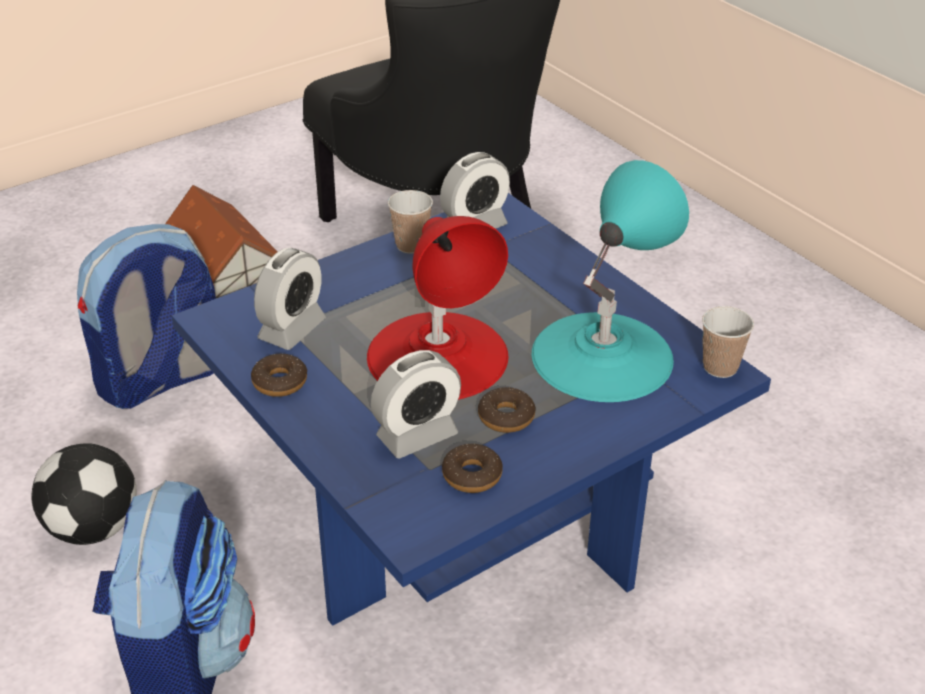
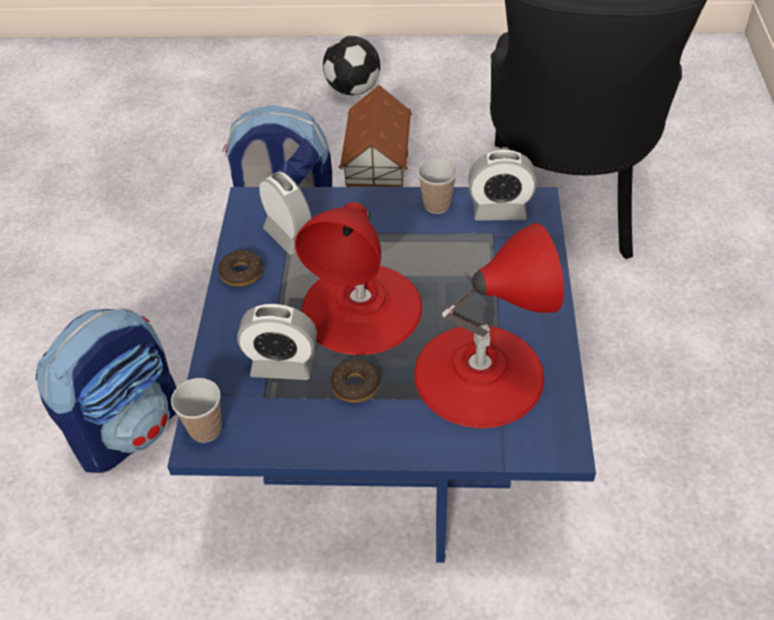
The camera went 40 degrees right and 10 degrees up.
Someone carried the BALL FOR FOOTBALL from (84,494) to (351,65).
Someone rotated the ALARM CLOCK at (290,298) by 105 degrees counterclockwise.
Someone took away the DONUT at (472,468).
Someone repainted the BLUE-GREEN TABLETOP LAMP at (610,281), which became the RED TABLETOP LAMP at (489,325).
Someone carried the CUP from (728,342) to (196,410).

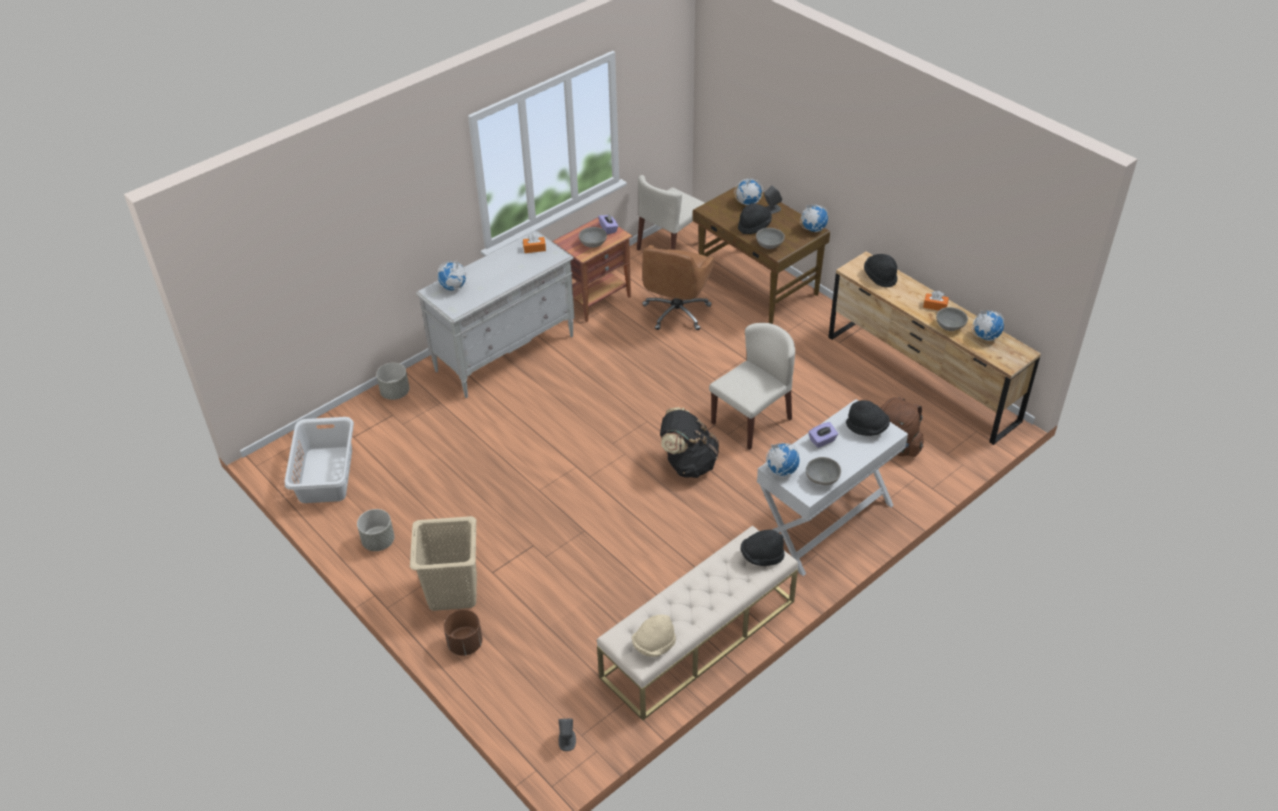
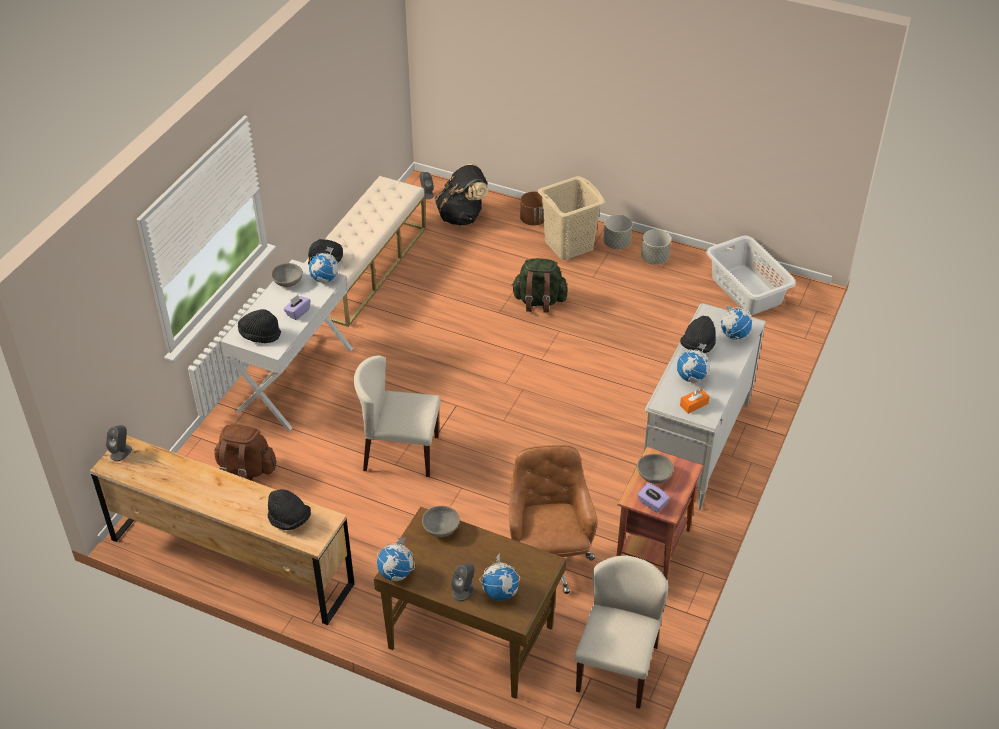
The camera went 155 degrees right and 0 degrees up.
Someone carried the GREY PLANT POT from (392,381) to (618,232).
Someone took away the SAND-COLOURED HAT at (654,636).
Someone carried the BLACK RUCKSACK from (689,442) to (461,195).
Someone rotated the SAND-COLOURED PLAIN CHAIR at (752,386) by 75 degrees clockwise.
Someone carried the BLACK HAT from (755,218) to (698,334).
Someone took away the ORANGE-COLOURED TISSUE HOLDER at (936,301).
Someone took away the GREY DEEP DISH at (952,319).
Someone carried the GLOBE from (988,325) to (693,363).
Someone put down the GREY SPEAKER at (119,443).
Someone put down the GREEN RUCKSACK at (539,285).

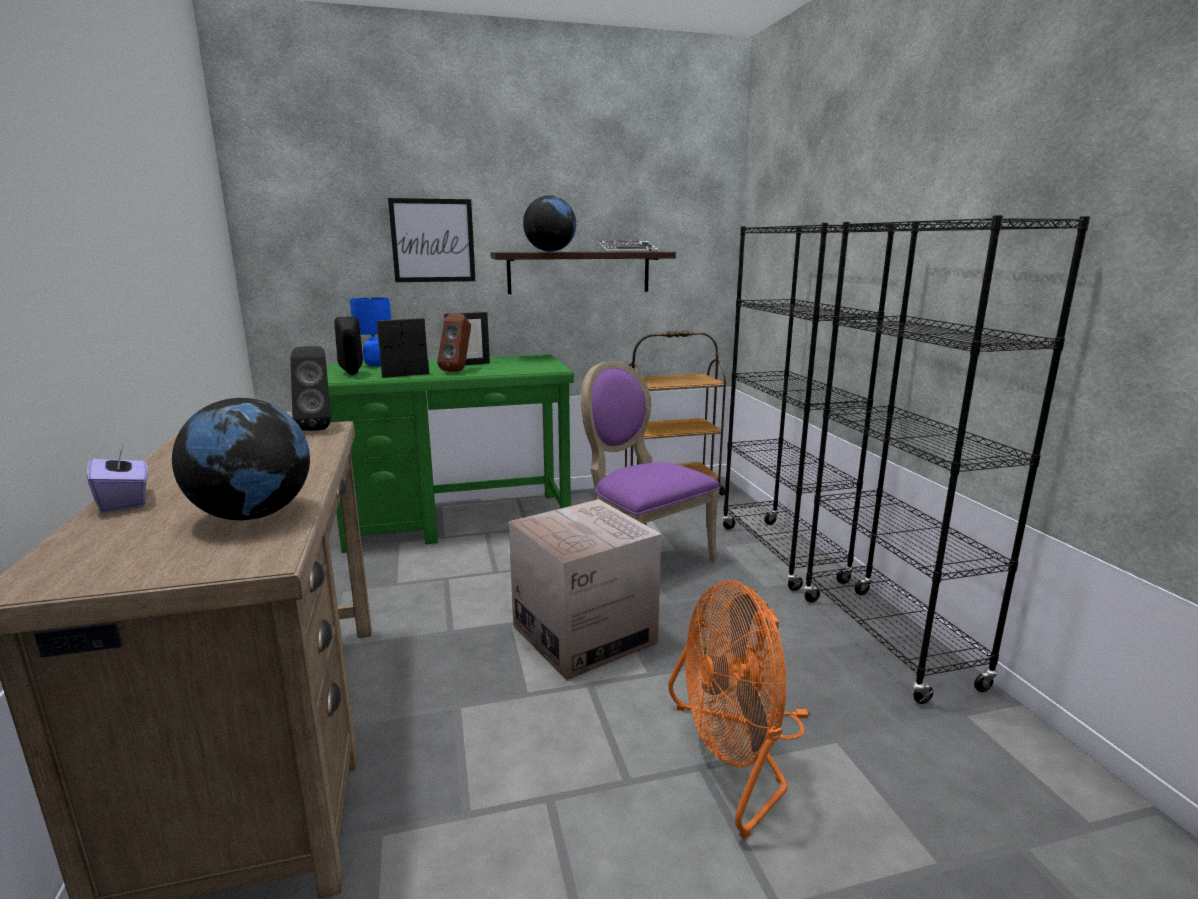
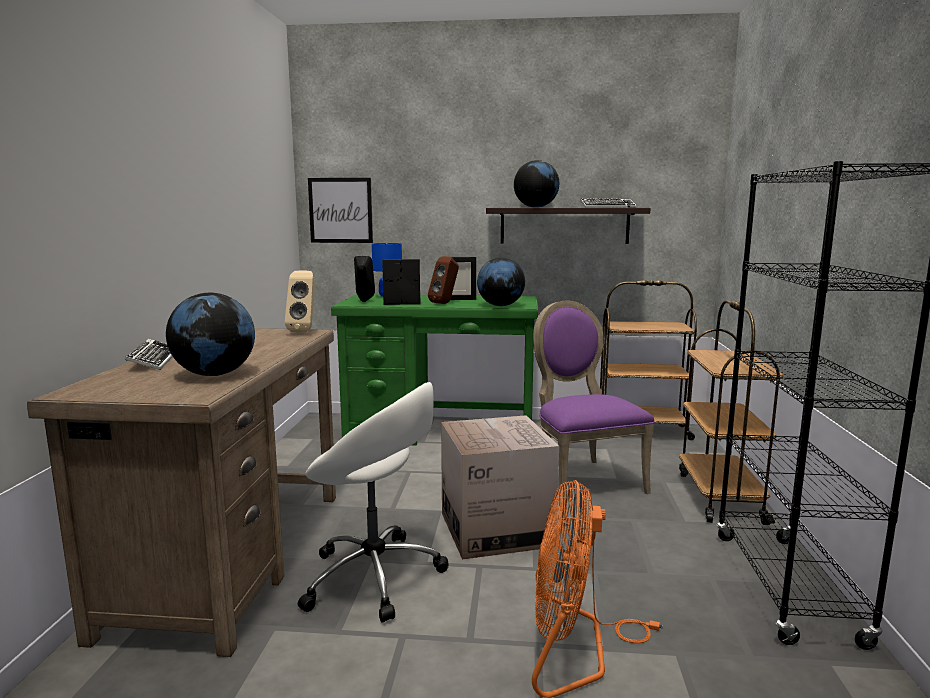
The camera went 20 degrees right and 5 degrees down.
Someone swapped the PURPLE TISSUE HOLDER at (117,478) for the KEYBOARD at (149,354).
Someone repainted the BLACK SPEAKER at (310,388), which became the SAND-COLOURED SPEAKER at (300,301).
Someone carried the WALL ART from (431,240) to (340,210).
Someone swapped the BLACK SHELVING UNIT at (808,407) for the BROWNISH CART at (731,412).
Someone put down the WHITE-COLOURED DESK CHAIR at (373,502).
Someone put down the GLOBE at (501,282).

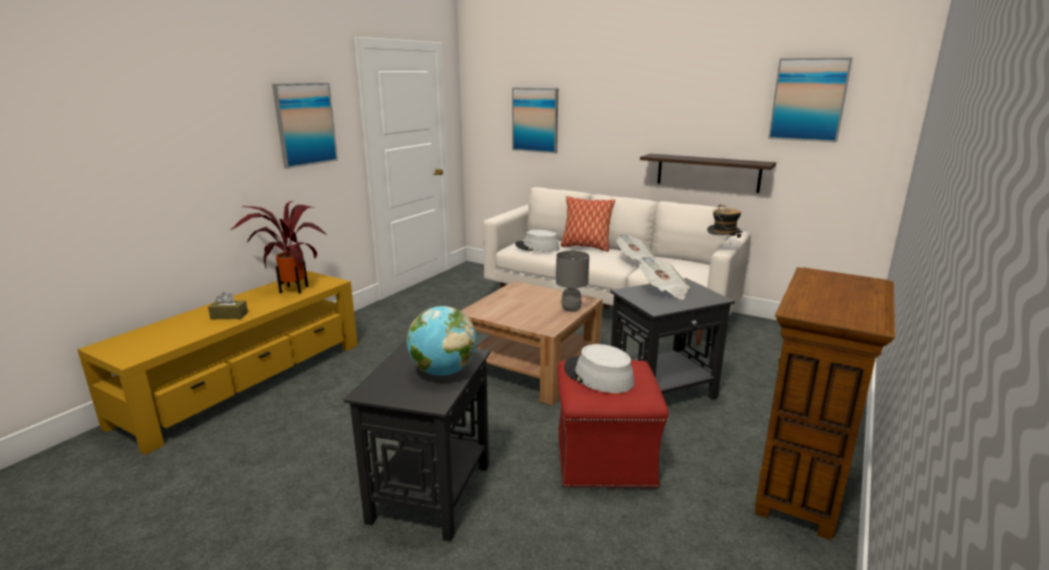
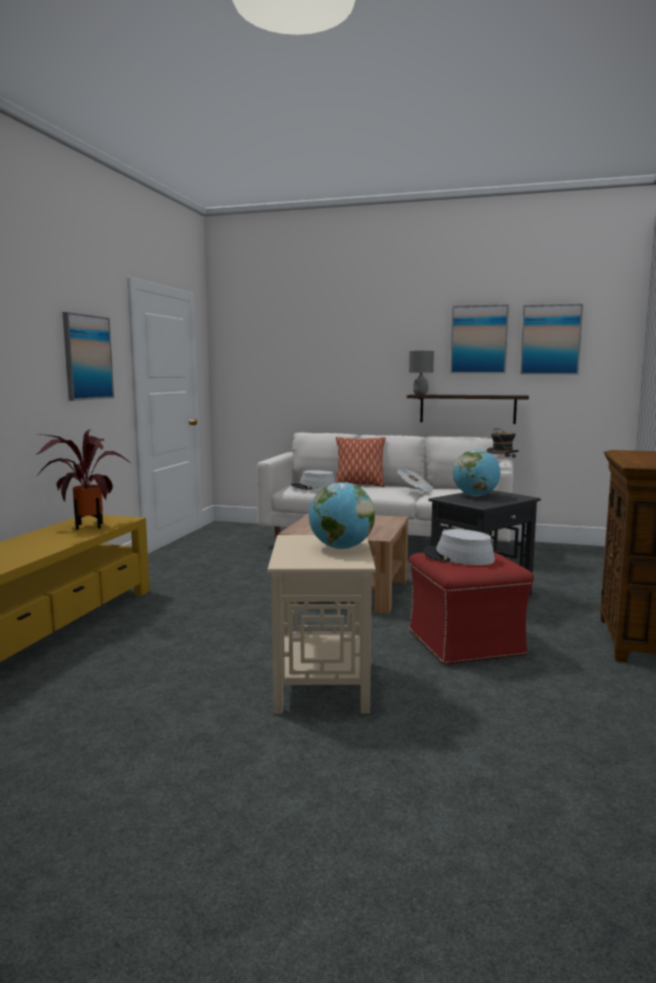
The camera went 15 degrees left and 10 degrees down.
Someone took away the BROWNISH TISSUE HOLDER at (228,305).
Someone repainted the BLACK ACCENT TABLE at (417,441), which became the SAND-COLOURED ACCENT TABLE at (321,624).
Someone carried the WALL ART from (535,121) to (479,339).
Someone carried the GREY TABLETOP LAMP from (572,281) to (421,372).
Someone swapped the PRINTED PAPER at (664,278) for the GLOBE at (476,473).

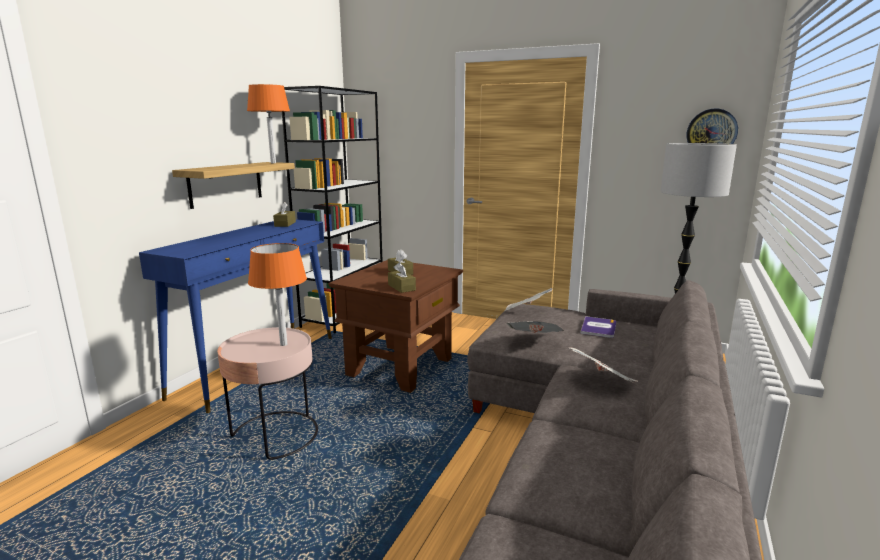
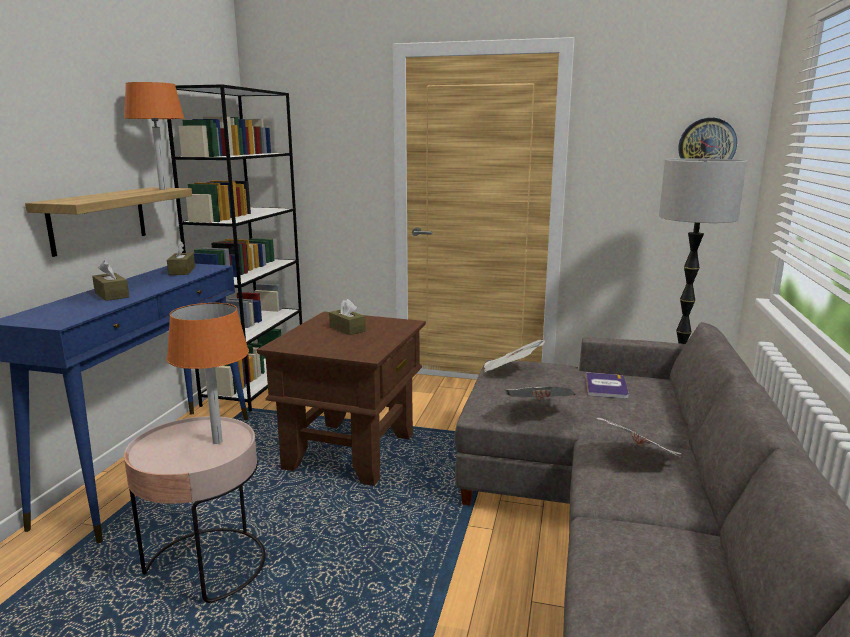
The camera went 10 degrees left and 0 degrees up.
Someone carried the BROWNISH TISSUE HOLDER from (402,277) to (110,281).

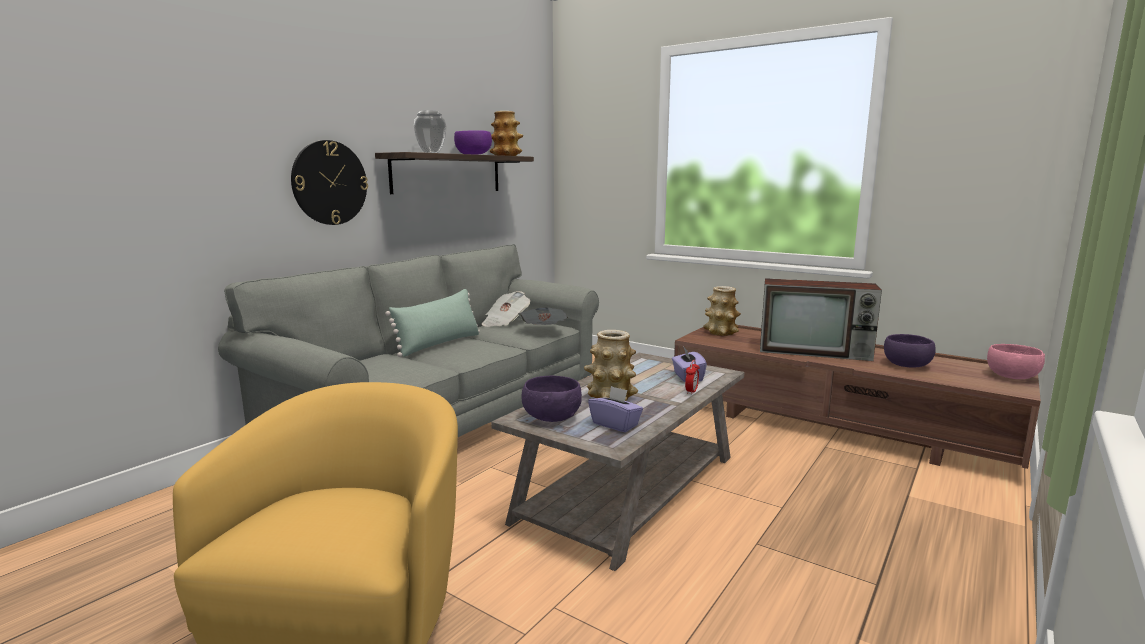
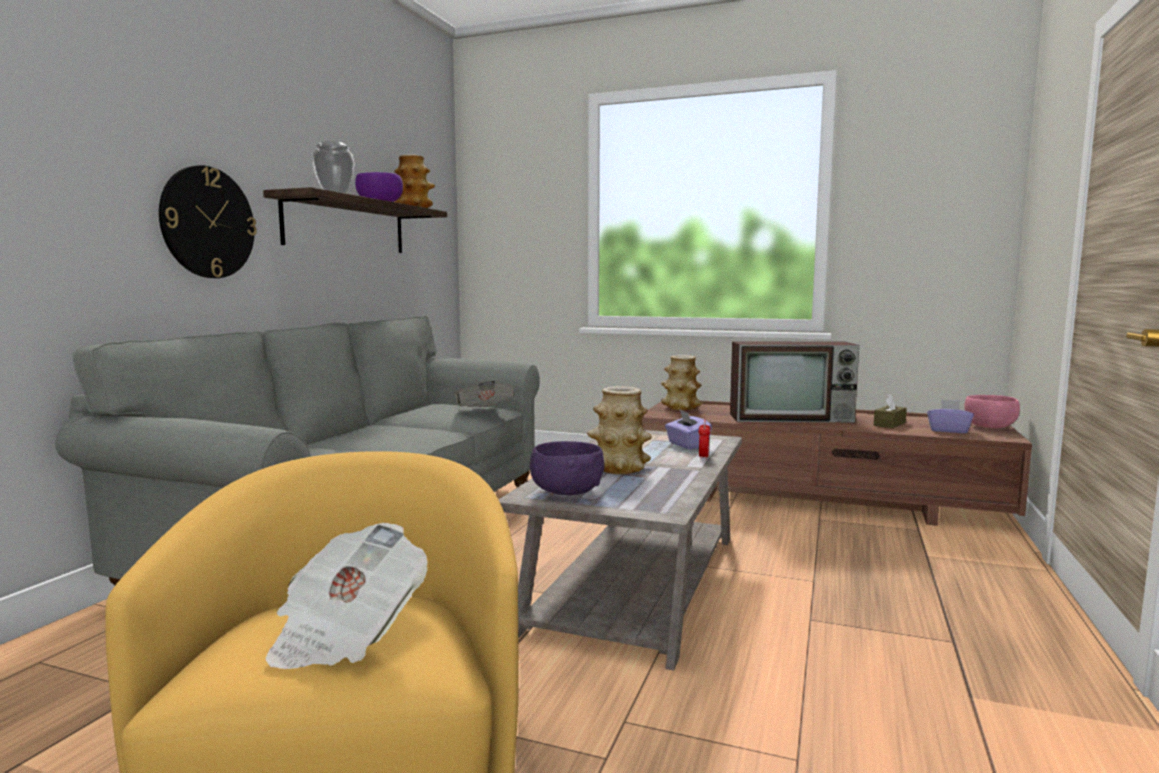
The camera went 15 degrees left and 5 degrees down.
Someone took away the GREEN THROW PILLOW at (432,323).
Someone carried the PRINTED PAPER from (506,309) to (346,596).
Someone carried the PURPLE TISSUE HOLDER from (615,409) to (950,416).
Someone swapped the PURPLE DEEP DISH at (910,351) for the BROWNISH TISSUE HOLDER at (890,411).

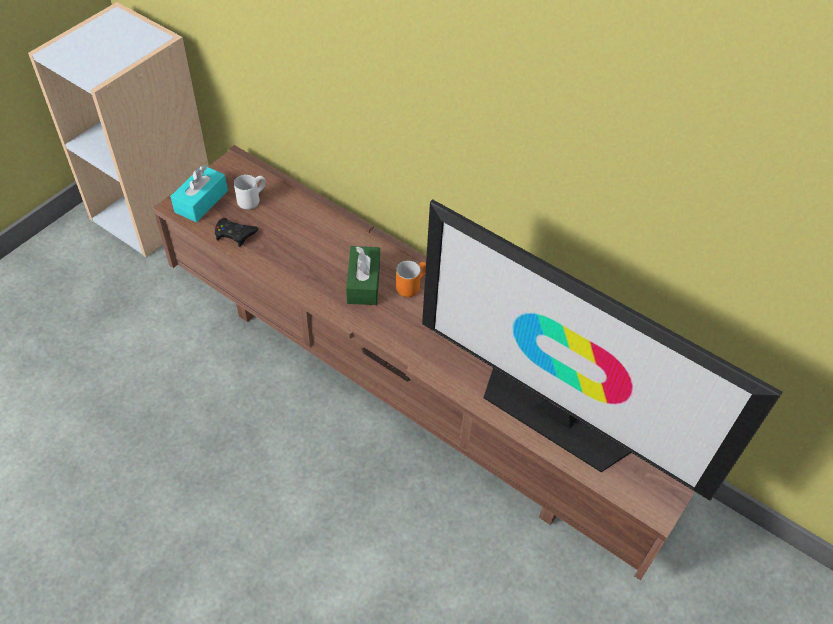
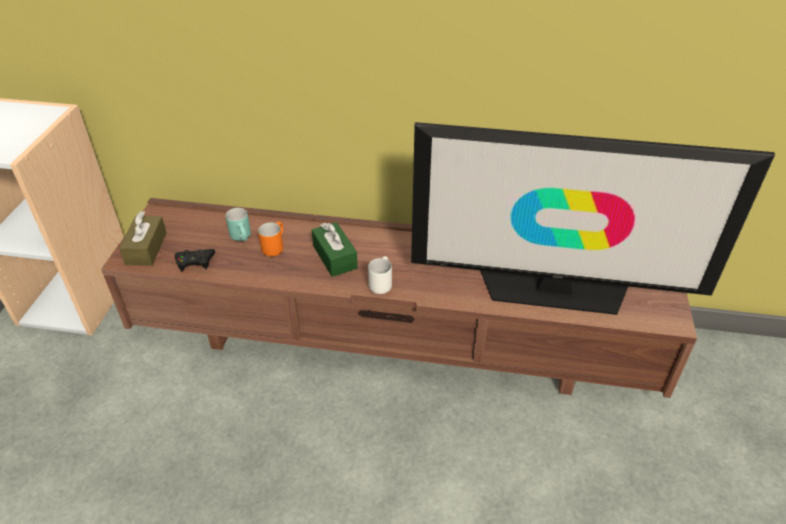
The camera went 25 degrees left and 10 degrees down.
Someone repainted the BLUE-GREEN TISSUE HOLDER at (199,193), which became the BROWNISH TISSUE HOLDER at (143,238).
Someone carried the WHITE-COLOURED COFFEE MUG from (249,192) to (380,275).
Someone carried the ORANGE-COLOURED COFFEE MUG from (411,279) to (270,239).
Someone put down the BLUE-GREEN COFFEE MUG at (238,224).

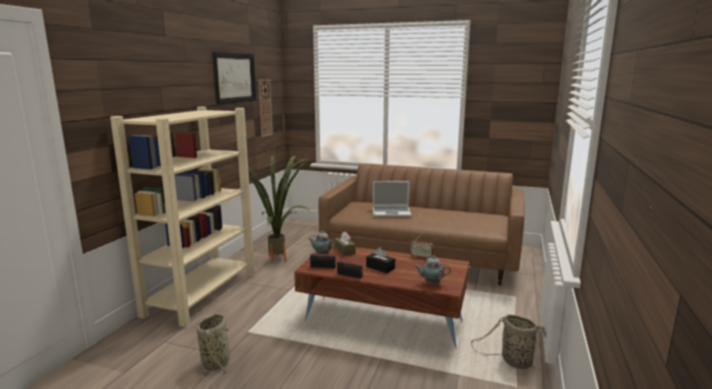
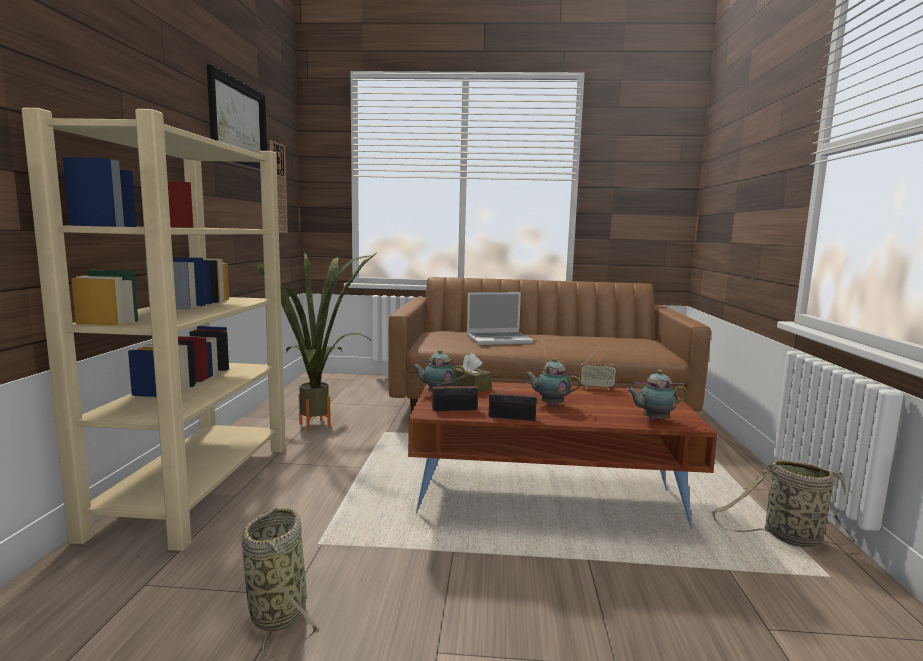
The camera went 15 degrees left and 5 degrees down.
Someone swapped the BLACK TISSUE HOLDER at (380,260) for the TEA POT at (553,382).

